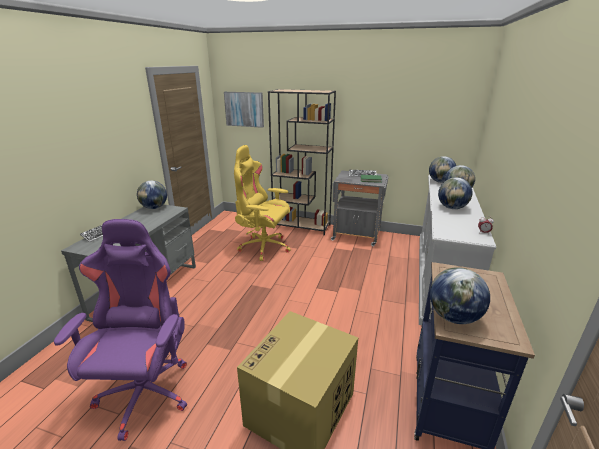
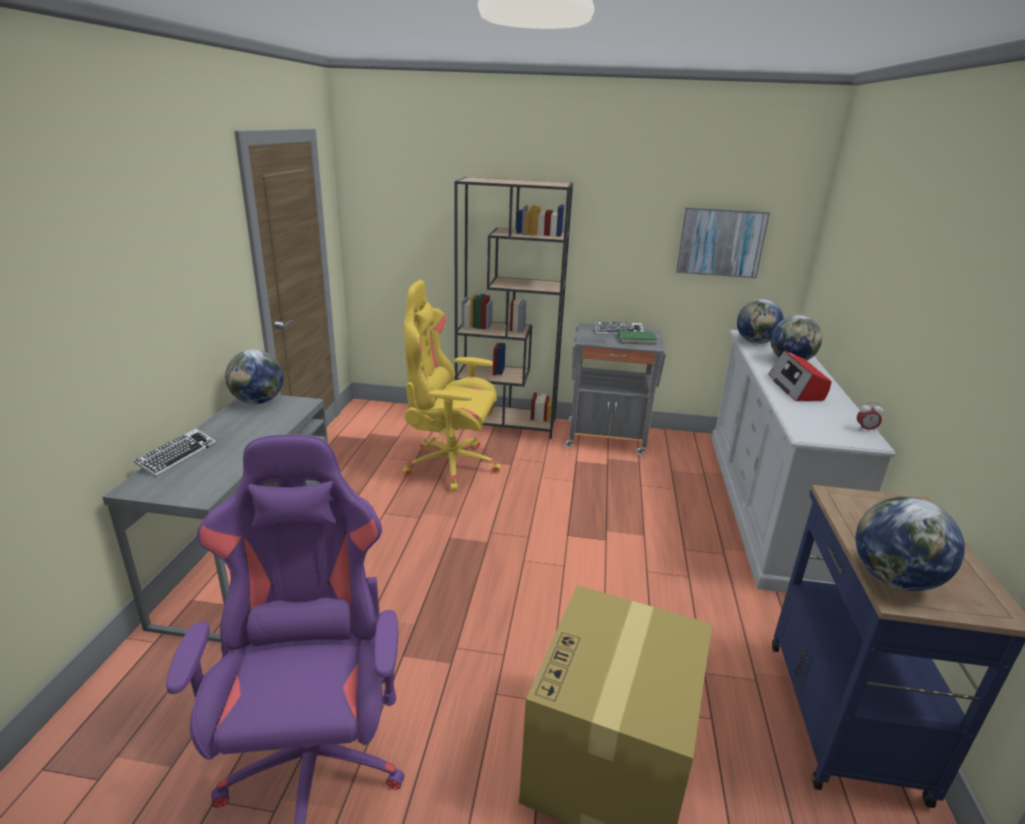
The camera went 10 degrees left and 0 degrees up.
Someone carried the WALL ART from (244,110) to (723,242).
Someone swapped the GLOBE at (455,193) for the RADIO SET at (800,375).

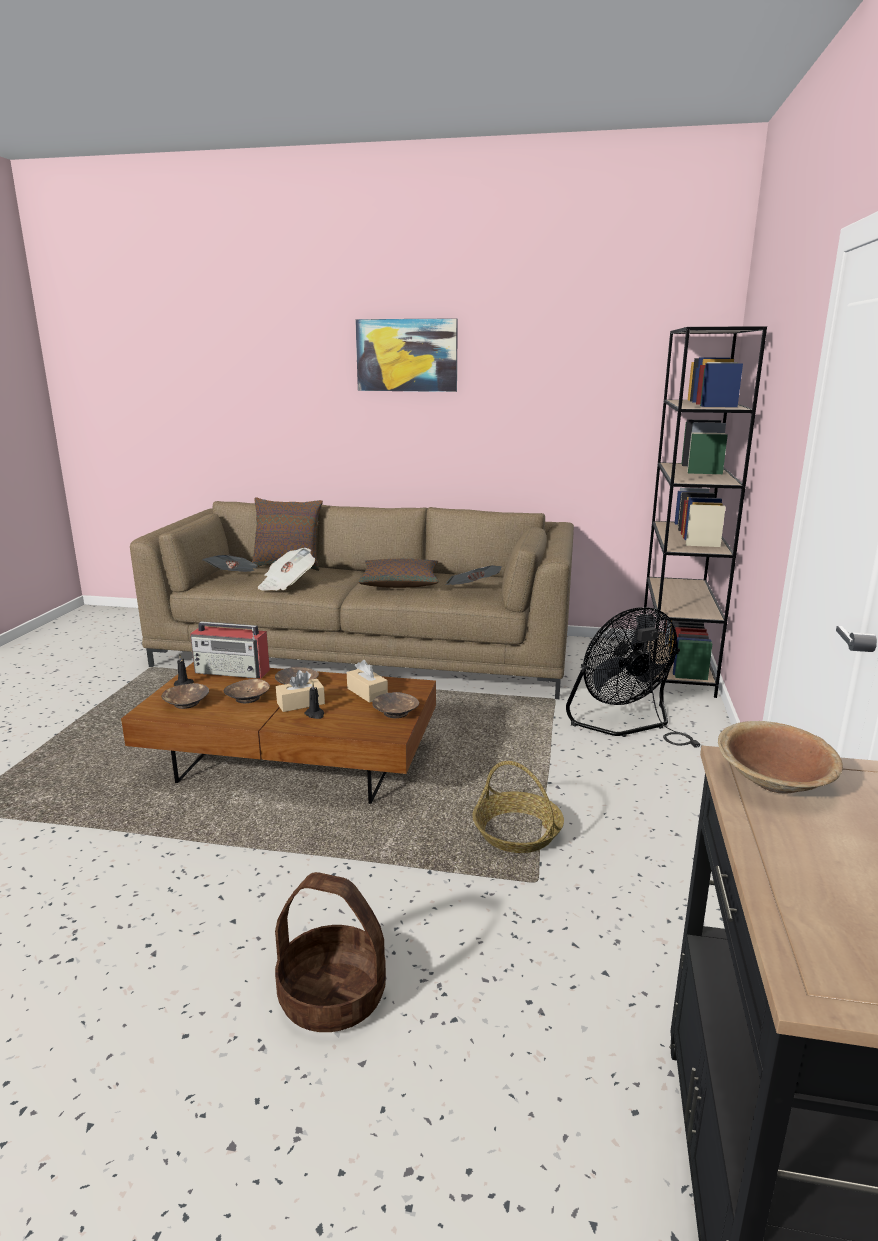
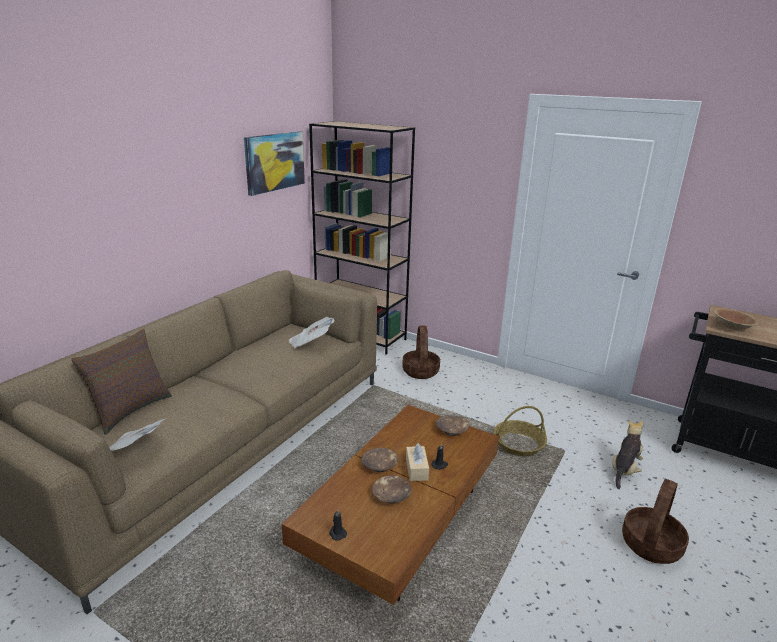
The camera went 70 degrees left and 5 degrees up.
Someone took away the BROWNISH DEEP DISH at (185,696).
Someone took away the RADIO SET at (230,650).
Someone took away the PRINTED PAPER at (286,569).
Someone took away the SAND-COLOURED TISSUE HOLDER at (367,681).
Someone carried the WALL ART from (406,355) to (274,163).
Someone took away the BROWNISH THROW PILLOW at (398,573).
Someone swapped the BLACK COOLING FAN at (633,677) for the HOUSEHOLD BASKET at (421,352).
Someone put down the SOFT TOY at (627,454).

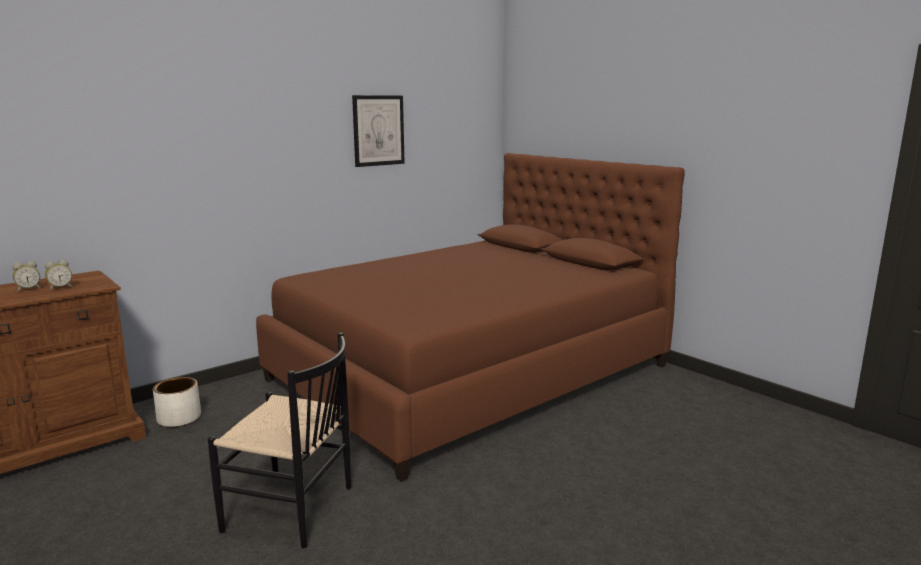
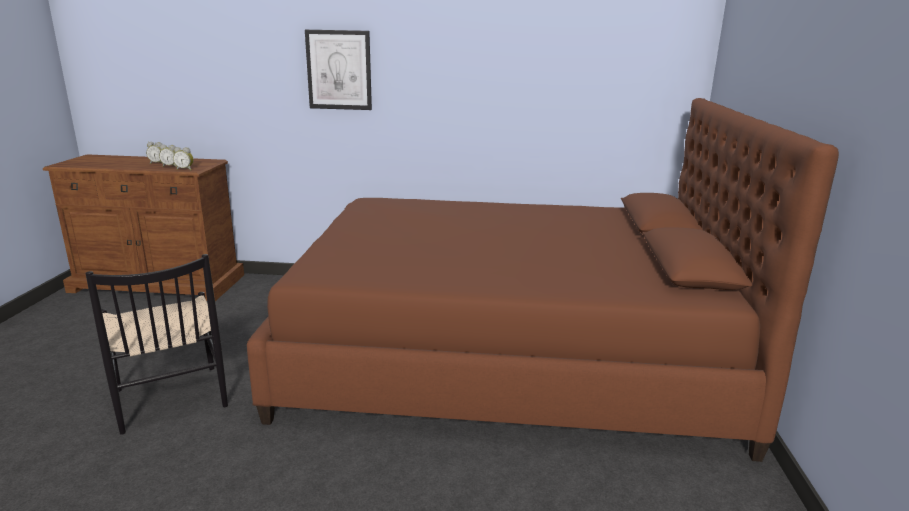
The camera went 45 degrees right and 5 degrees up.
Someone took away the WHITE-COLOURED PLANT POT at (177,402).
Someone carried the WALL ART from (378,131) to (338,70).
Someone put down the ALARM CLOCK at (183,158).

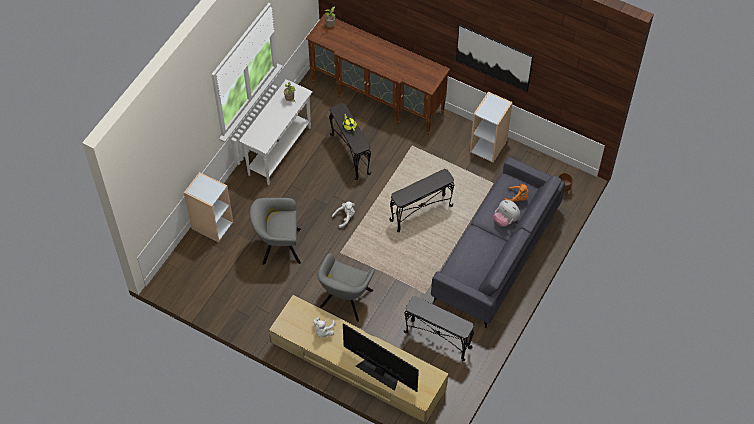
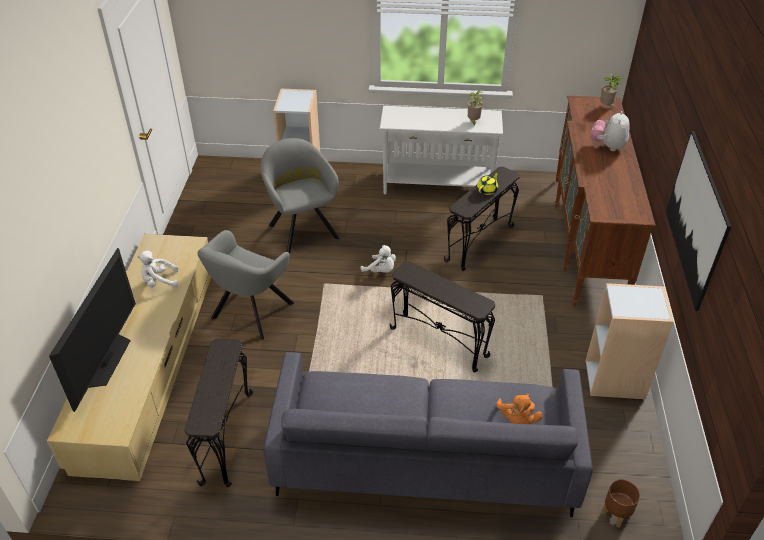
The camera went 65 degrees right and 15 degrees down.
Someone rotated the GREY ARMCHAIR at (346,287) by 60 degrees counterclockwise.
Someone carried the SOFT TOY from (507,213) to (610,131).

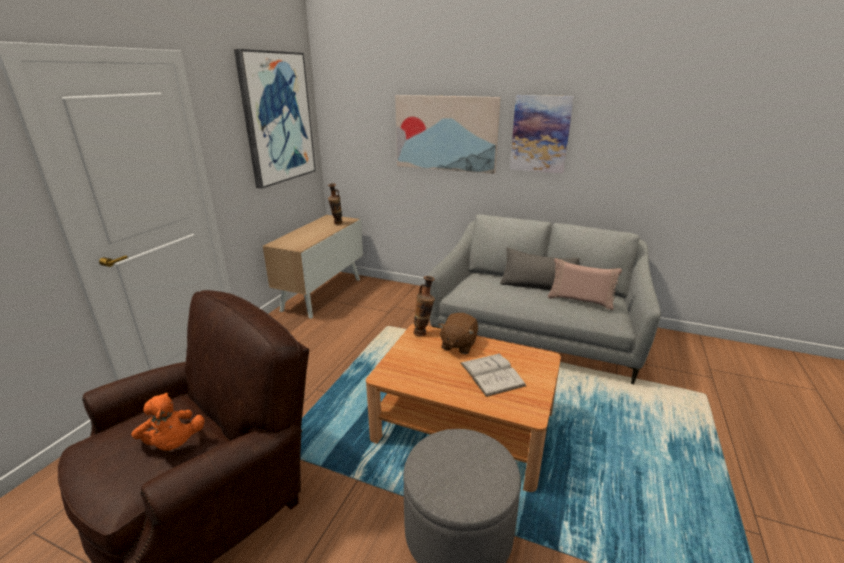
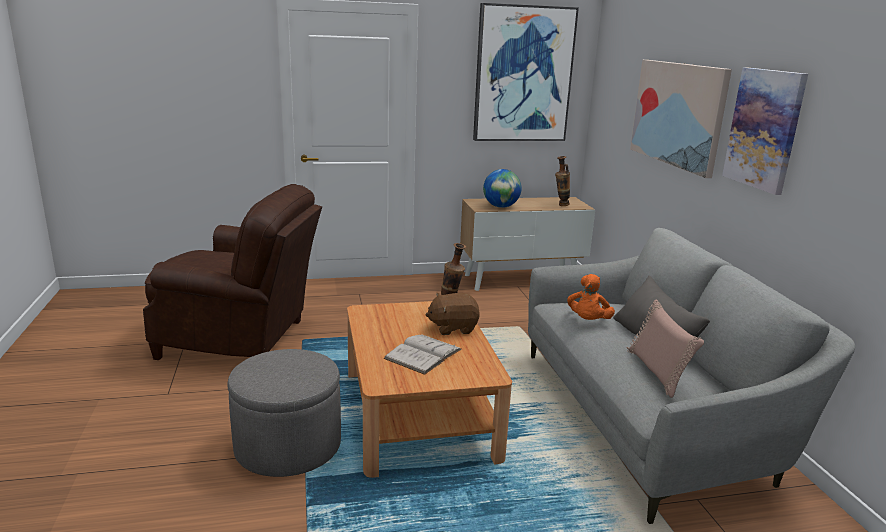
The camera went 55 degrees right and 5 degrees down.
Someone carried the ORANGE-COLOURED SOFT TOY from (168,422) to (591,297).
Someone put down the GLOBE at (502,188).

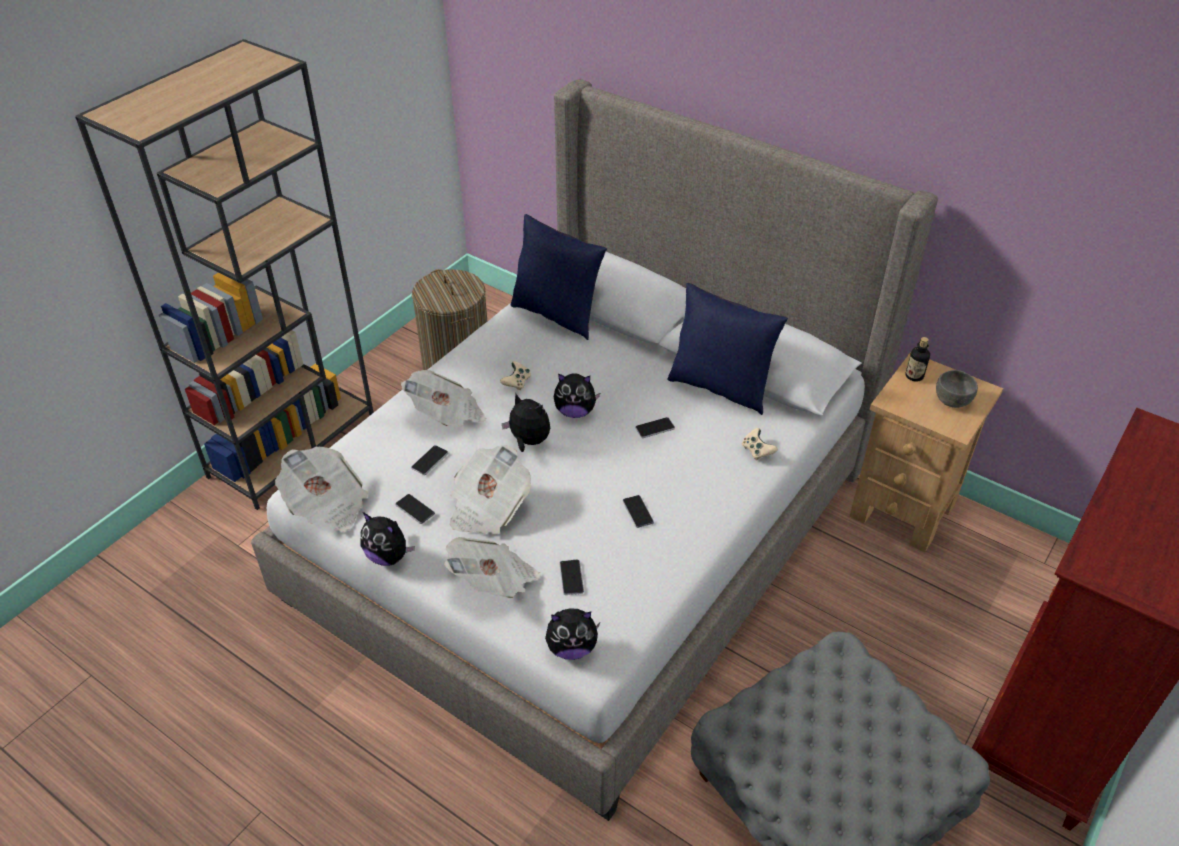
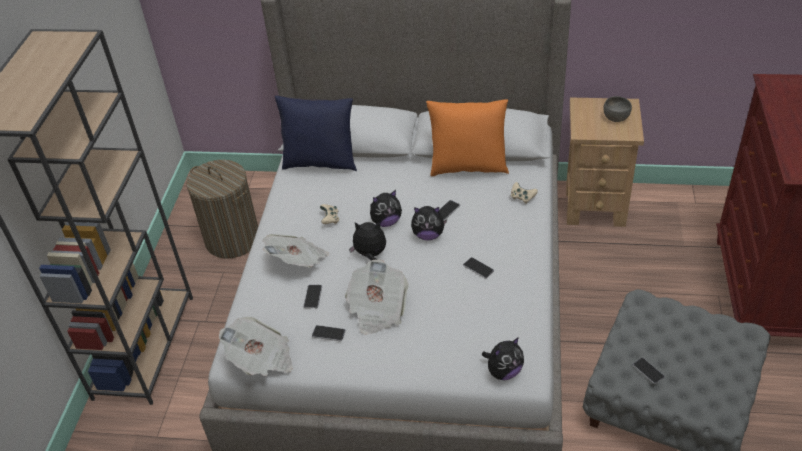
The camera went 25 degrees left and 0 degrees up.
Someone carried the SOFT TOY from (387,539) to (429,223).
Someone took away the PRINTED PAPER at (492,567).
Someone carried the PHONE from (571,577) to (649,371).
Someone repainted the BLUE-COLOURED THROW PILLOW at (727,349), which became the ORANGE-COLOURED THROW PILLOW at (467,137).
Someone took away the DRINK BOTTLE at (918,359).

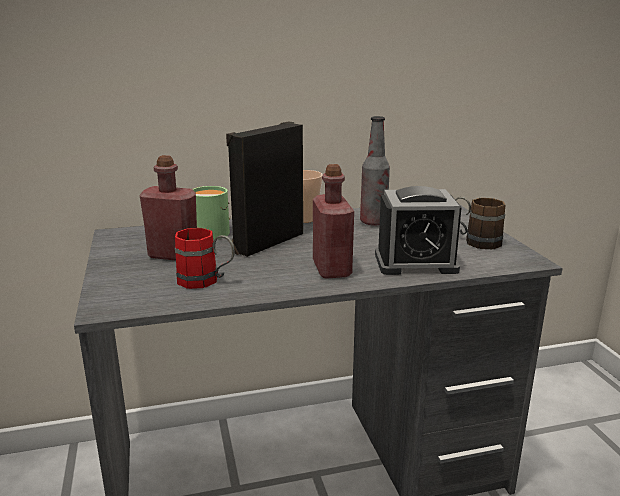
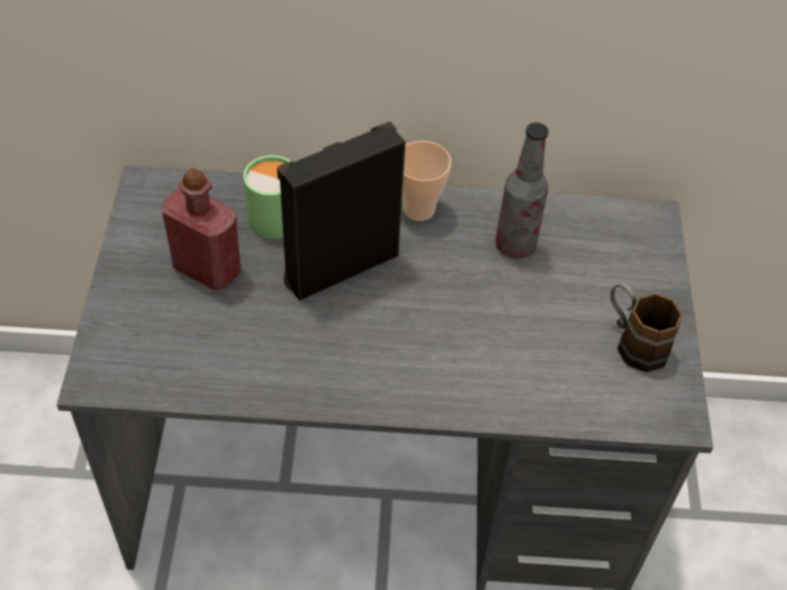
The camera went 15 degrees right and 30 degrees up.
Someone took away the RED COFFEE MUG at (205,258).
Someone took away the RED DRINK BOTTLE at (333,221).
Someone took away the ALARM CLOCK at (418,230).

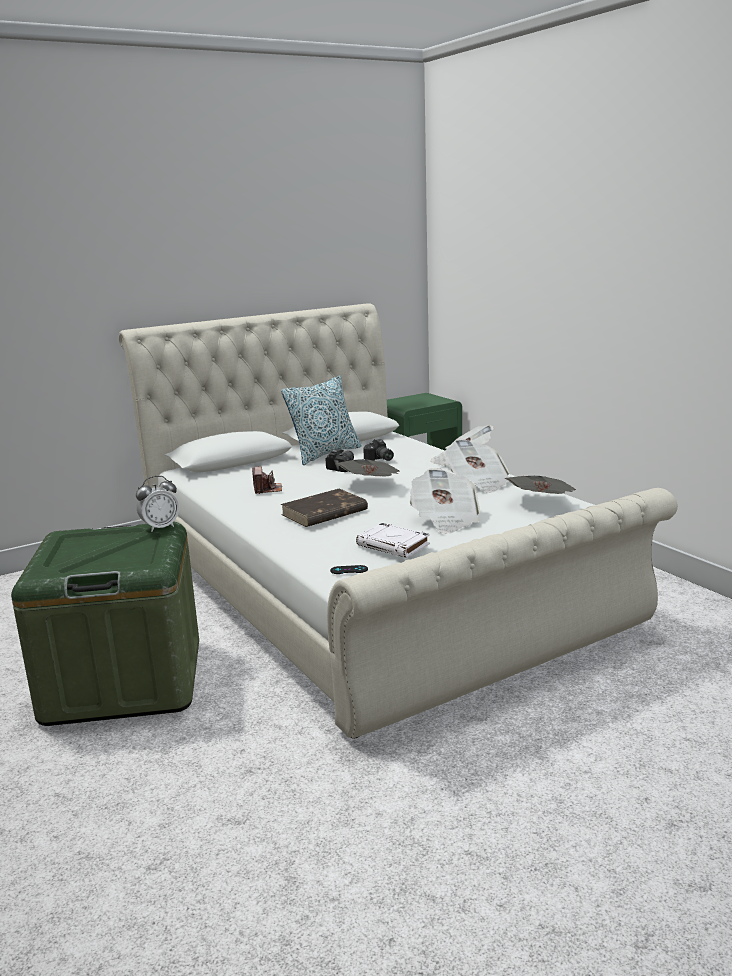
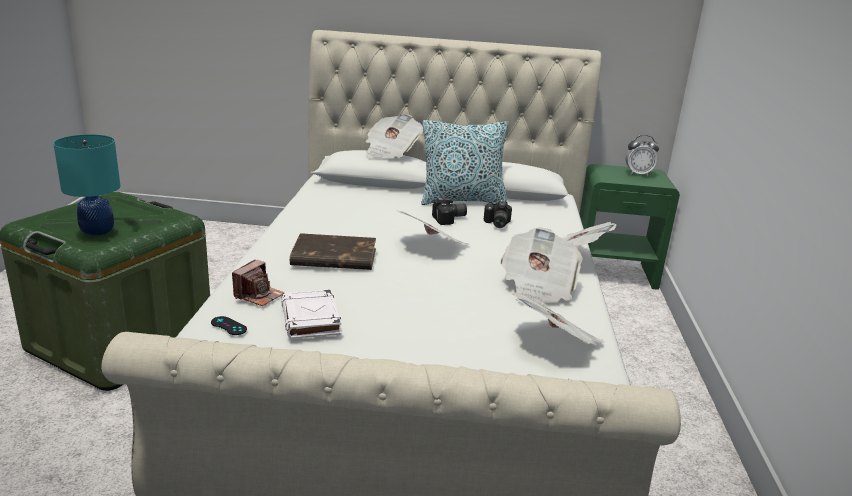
The camera went 35 degrees right and 5 degrees up.
Someone carried the ALARM CLOCK from (157,504) to (642,156).
Someone carried the PHOTO CAMERA from (267,480) to (258,283).
Someone carried the PRINTED PAPER from (444,501) to (394,136).
Someone put down the BLUE-GREEN TABLETOP LAMP at (86,185).

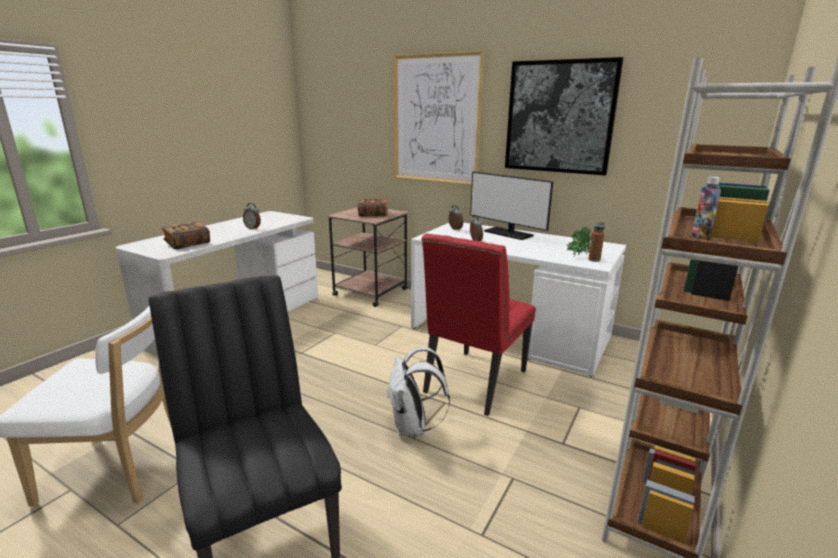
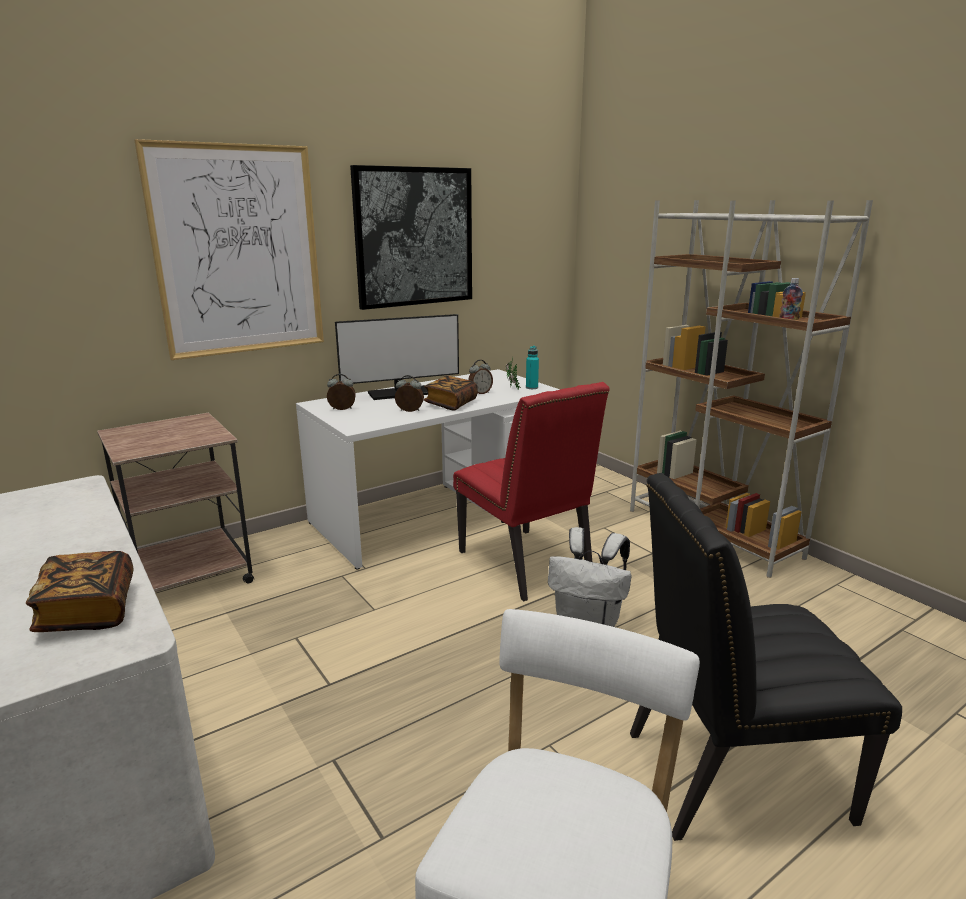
The camera went 65 degrees left and 0 degrees up.
Someone carried the ALARM CLOCK from (252,216) to (480,377).
Someone carried the BOUND BOOK from (372,208) to (451,393).
Someone repainted the BROWNISH DRINK BOTTLE at (596,242), which became the BLUE-GREEN DRINK BOTTLE at (532,367).

